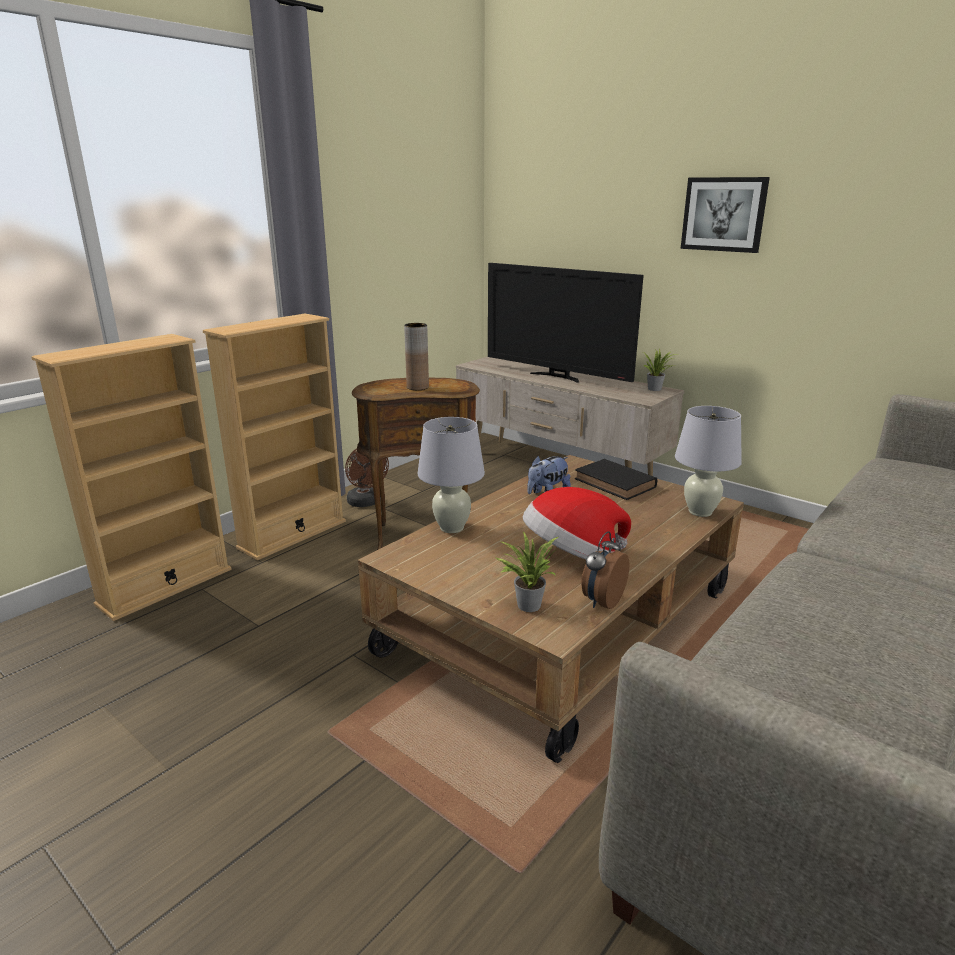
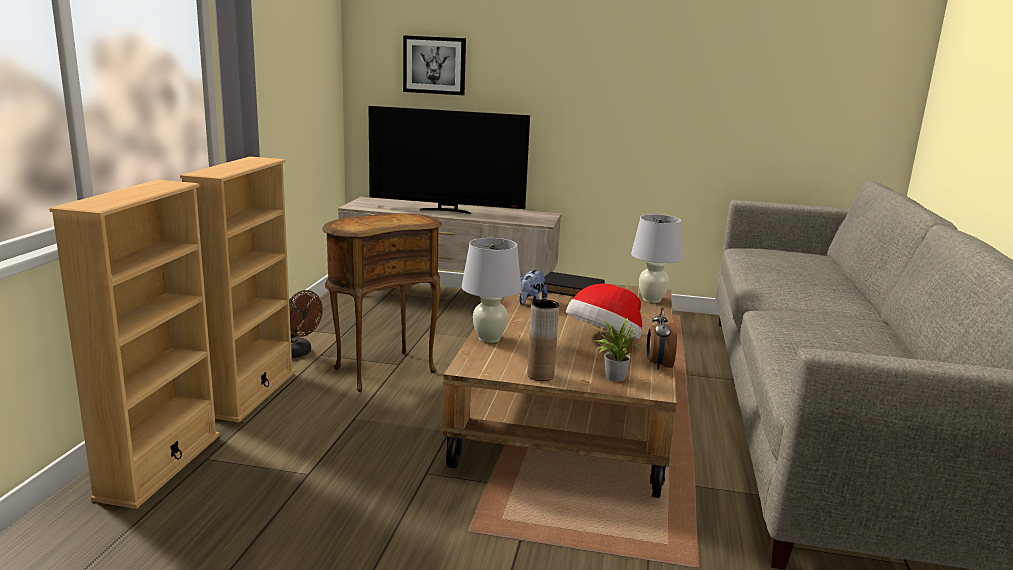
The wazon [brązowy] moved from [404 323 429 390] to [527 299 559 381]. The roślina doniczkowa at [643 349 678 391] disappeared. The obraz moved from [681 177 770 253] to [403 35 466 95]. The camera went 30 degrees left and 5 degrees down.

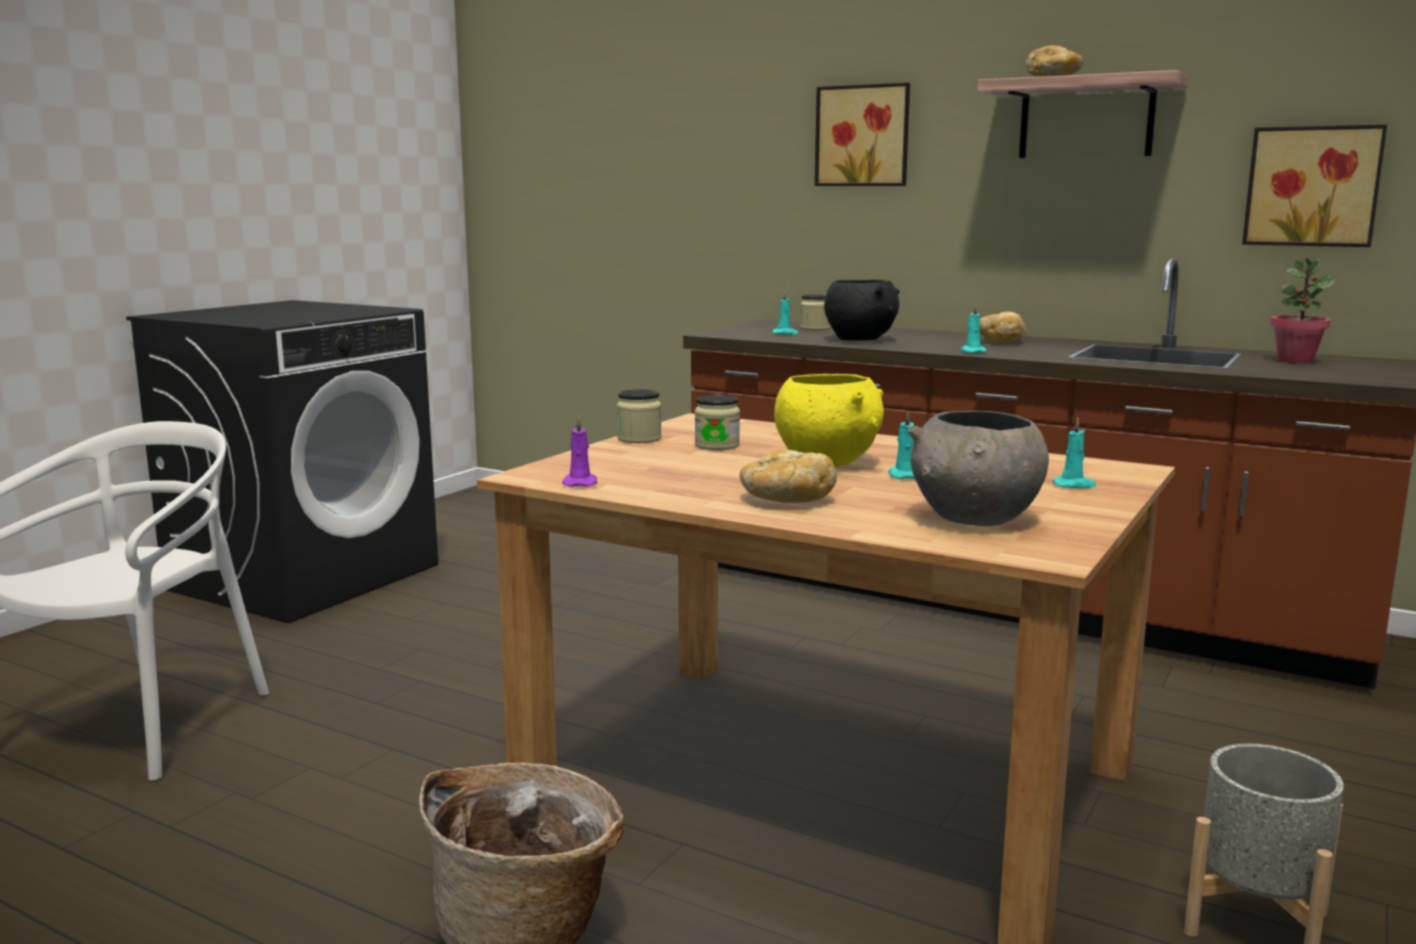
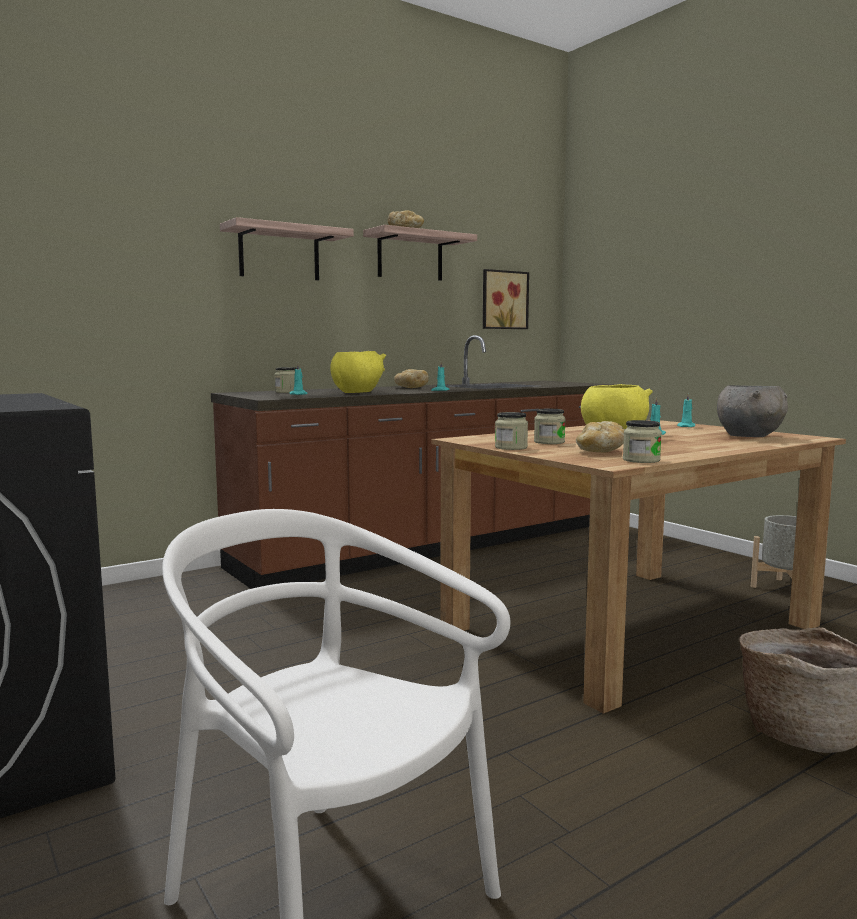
The świeca [fioletowy] at [562 415 597 487] was replaced by the słoik at [623 420 662 463]. The chleb moved from [740 450 837 503] to [576 421 625 452]. The obraz at [815 83 910 186] was replaced by the półka at [220 217 354 280]. The miska [czarny] at [824 280 900 341] became the miska [żółty] at [330 351 386 393]. The roślina doniczkowa at [1270 258 1335 363] disappeared. The camera went 65 degrees left and 5 degrees down.

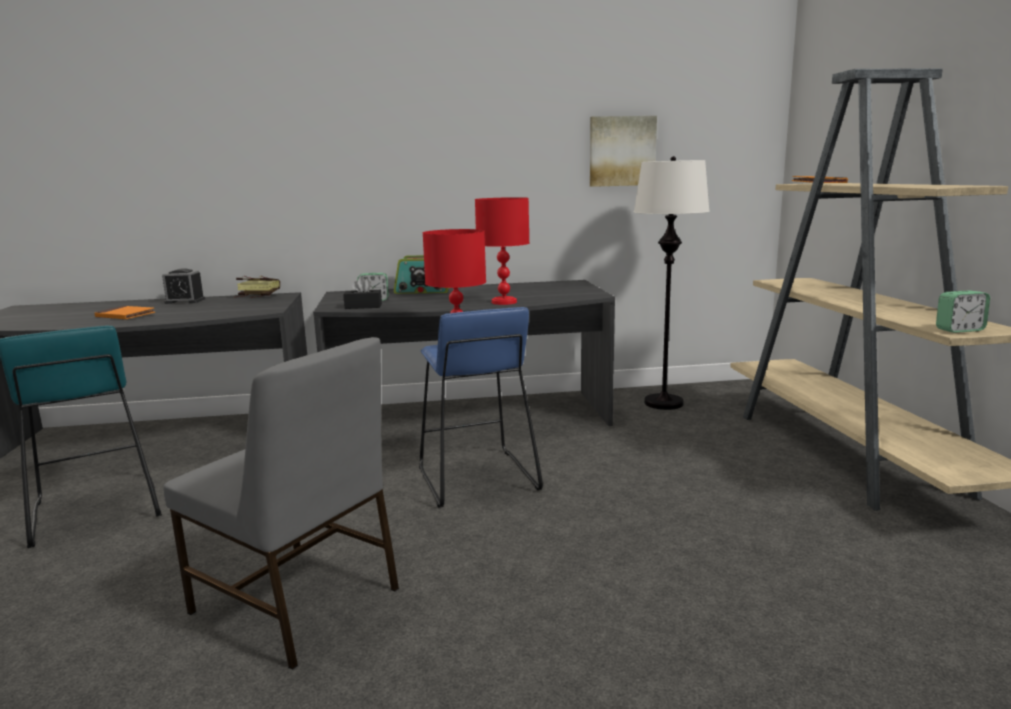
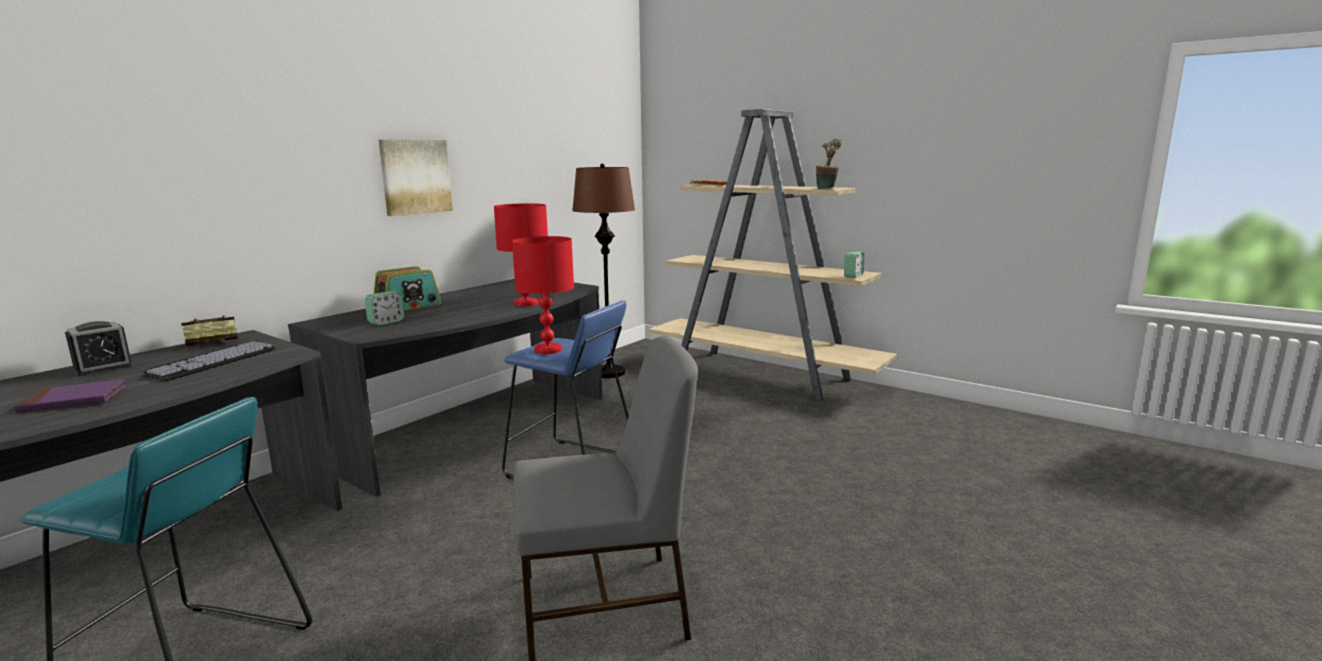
The książka [pomarańczowy] at [94 306 155 320] became the książka [fioletowy] at [14 379 126 413]. The pudełko chusteczek [czarny] at [343 277 382 309] disappeared. The obraz moved from [590 116 657 187] to [379 140 453 216]. The lampa stojąca [biały] at [634 156 710 410] became the lampa stojąca [brązowy] at [572 164 635 378]. The klawiatura at [142 342 276 381] appeared. The roślina doniczkowa at [816 139 842 189] appeared. The camera went 45 degrees left and 0 degrees up.

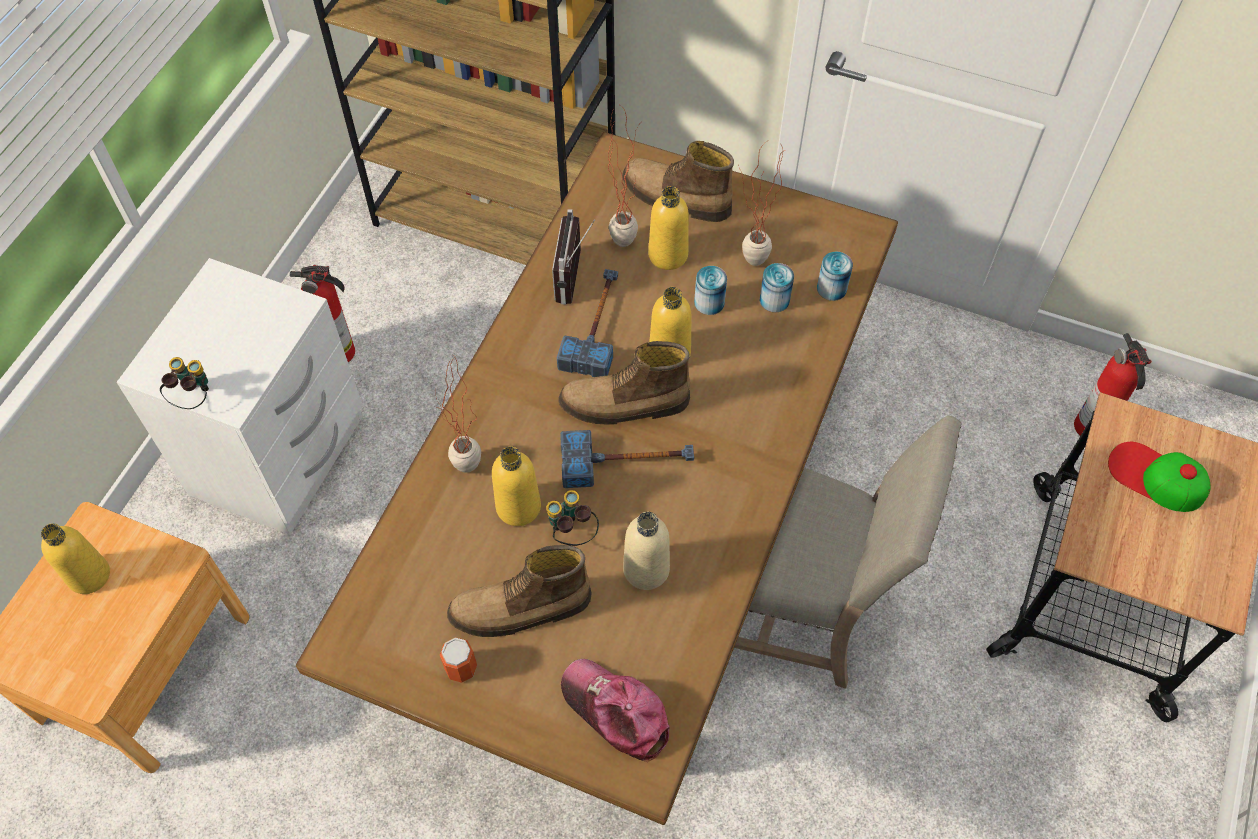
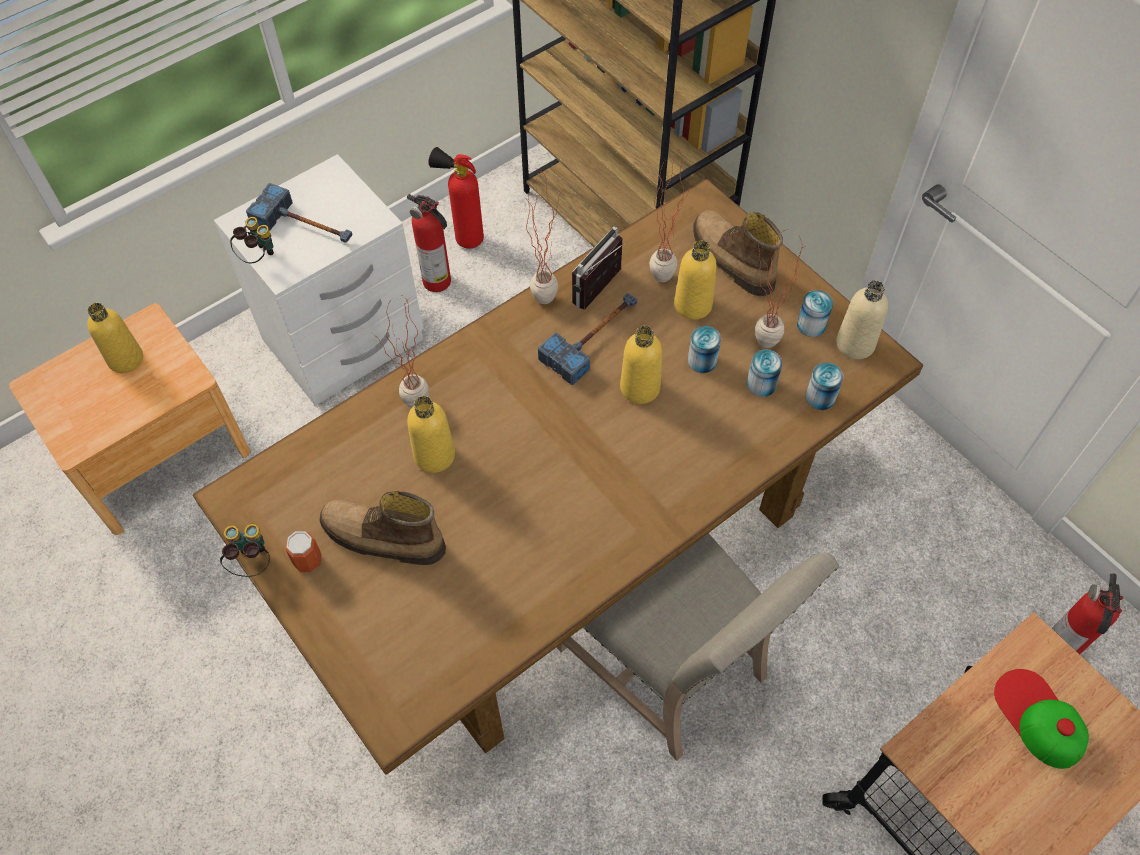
The lornetka moved from [546 490 599 546] to [220 524 270 577]. The but z cholewką at [558 341 690 424] disappeared. The młotek moved from [560 430 694 488] to [246 183 352 243]. The czapka z daszkiem at [561 659 670 762] disappeared. The butelka [beżowy] moved from [623 512 670 590] to [836 280 888 359]. The gaśnica at [428 147 484 249] appeared. The roślina doniczkowa at [526 170 560 304] appeared. The puszka at [797 290 833 337] appeared. The camera went 30 degrees right and 0 degrees up.

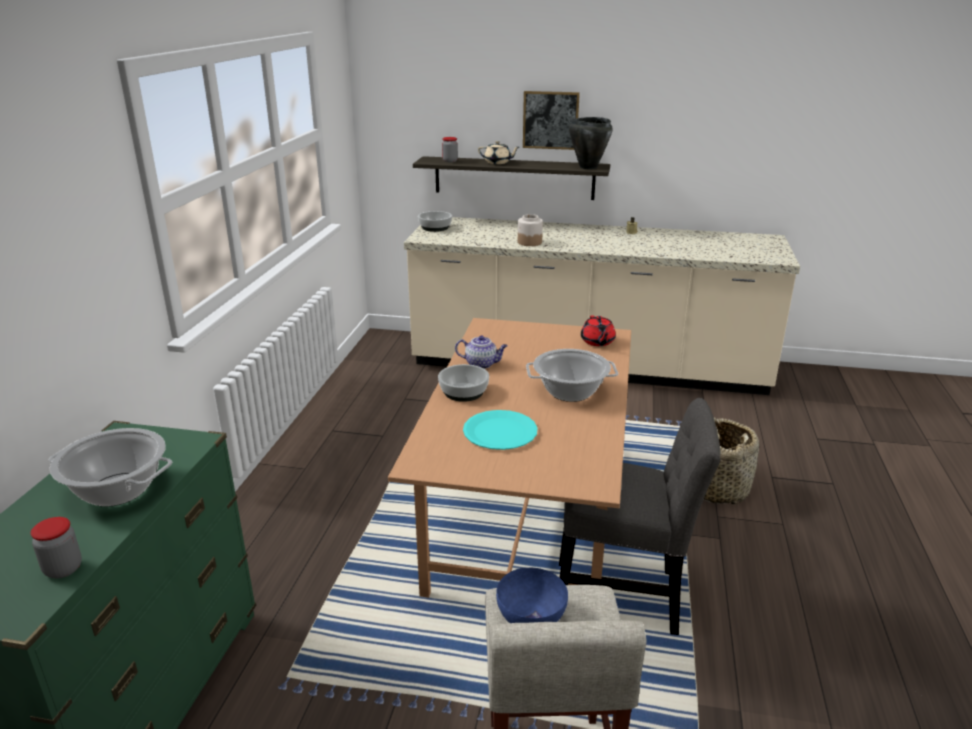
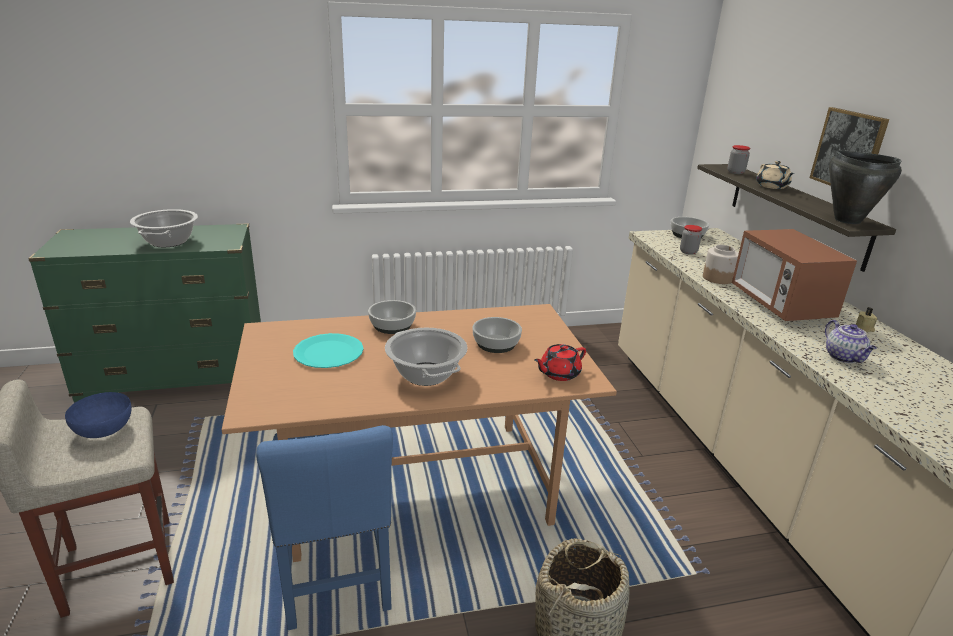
The słoik moved from [31 517 82 578] to [680 225 702 255]. The imbryk moved from [455 335 508 369] to [825 320 877 363]. The krzesło [szary] at [559 398 720 635] became the krzesło [niebieski] at [256 425 393 630]. The miska at [472 317 522 353] appeared. The mikrofalówka at [732 229 857 321] appeared. The camera went 65 degrees right and 0 degrees up.

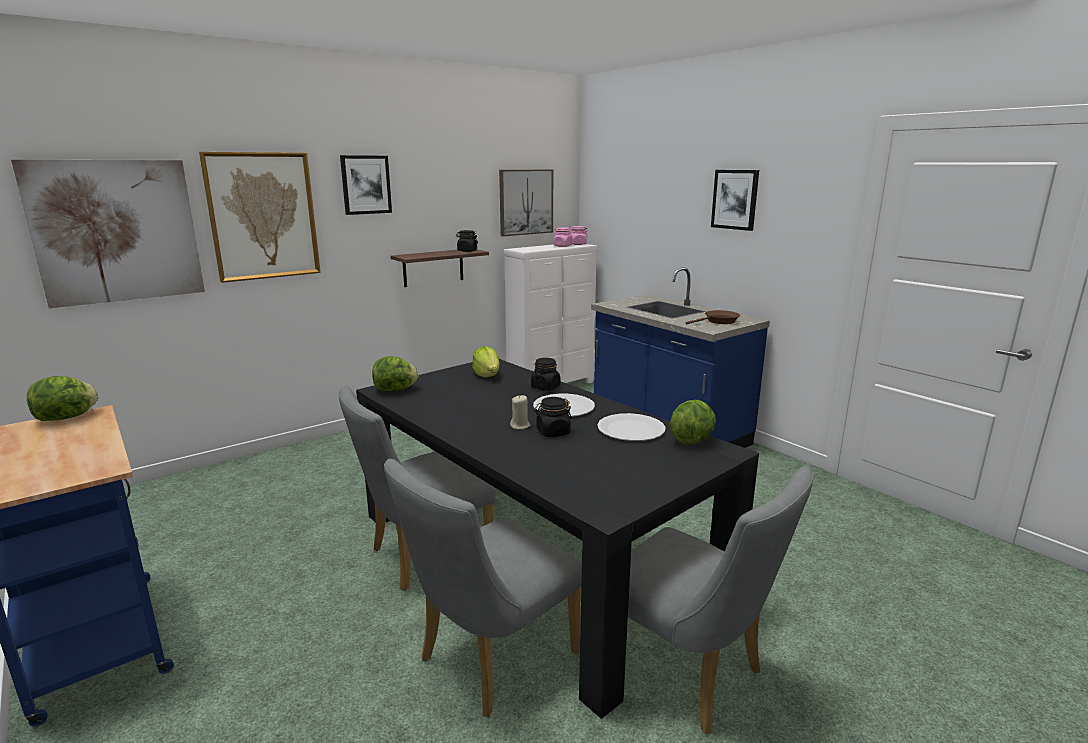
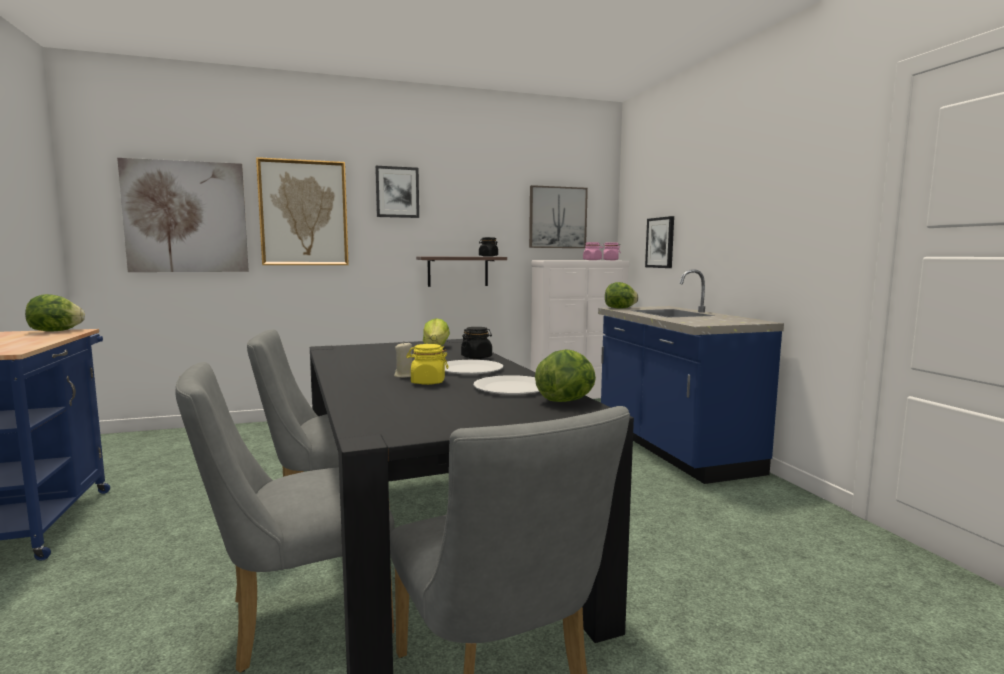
The sałata moved from [372 356 418 391] to [605 282 638 309]. The słoik [czarny] at [534 397 572 437] became the słoik [żółty] at [406 344 449 385]. The patelnia [brązowy] at [685 310 740 324] disappeared. The obraz moved from [711 170 759 231] to [645 216 674 268]. The camera went 20 degrees right and 10 degrees down.

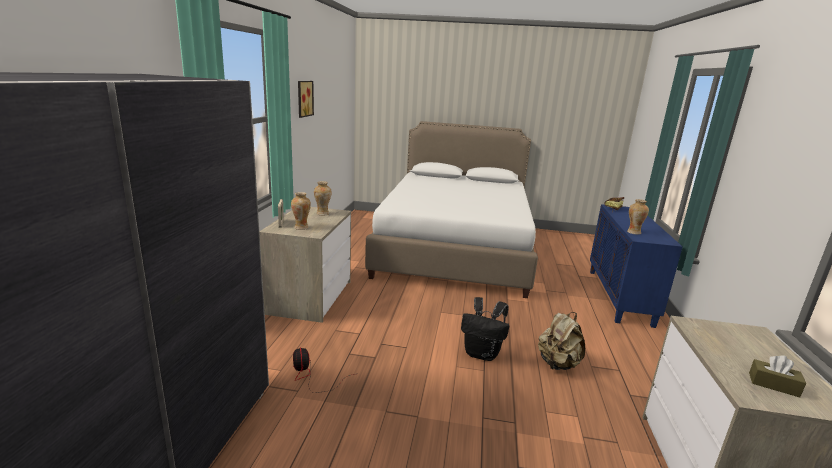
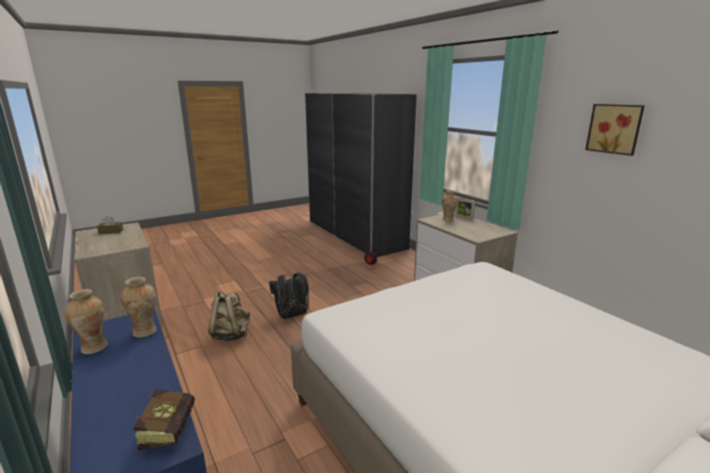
The wazon moved from [314 181 332 216] to [64 289 108 354]. The camera went 140 degrees right and 0 degrees up.

